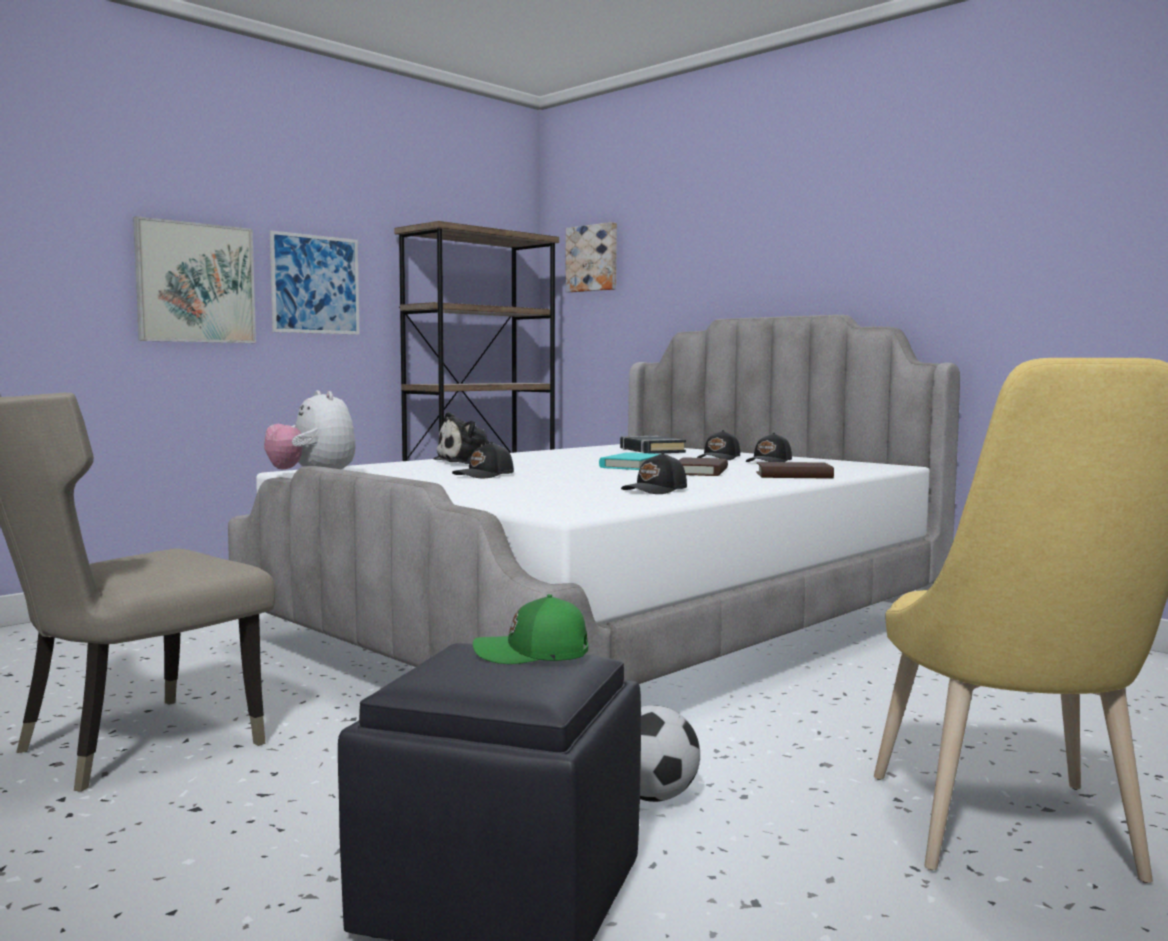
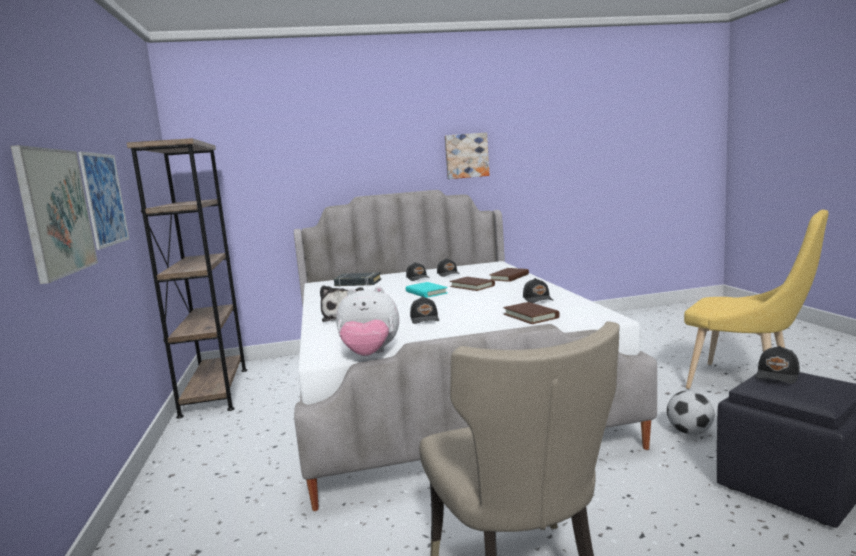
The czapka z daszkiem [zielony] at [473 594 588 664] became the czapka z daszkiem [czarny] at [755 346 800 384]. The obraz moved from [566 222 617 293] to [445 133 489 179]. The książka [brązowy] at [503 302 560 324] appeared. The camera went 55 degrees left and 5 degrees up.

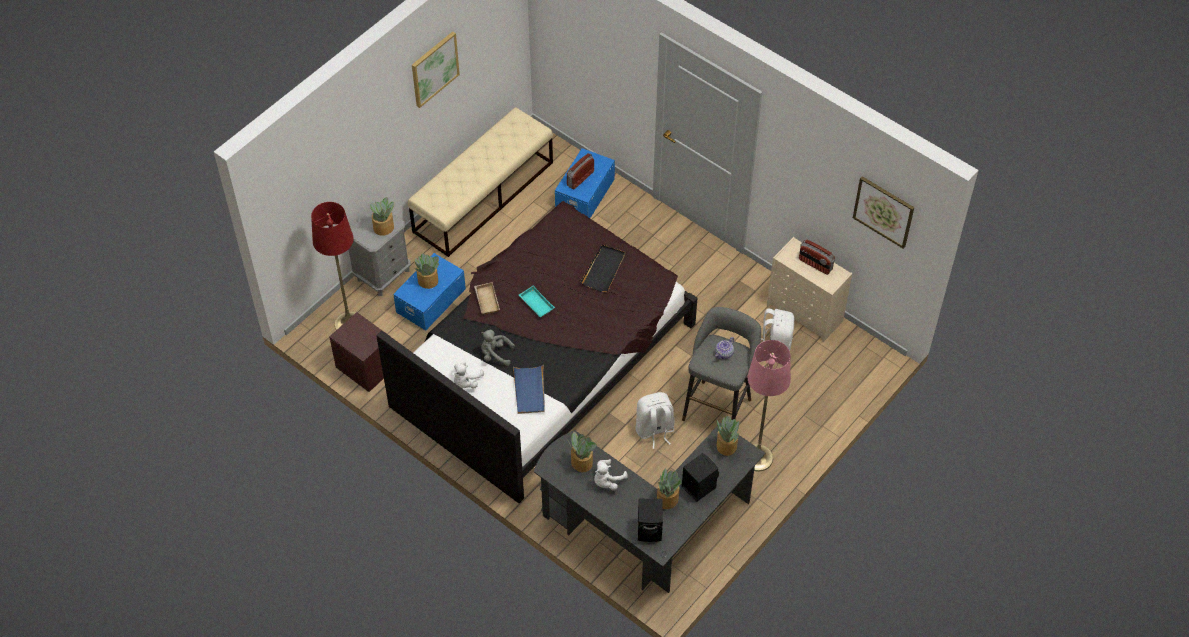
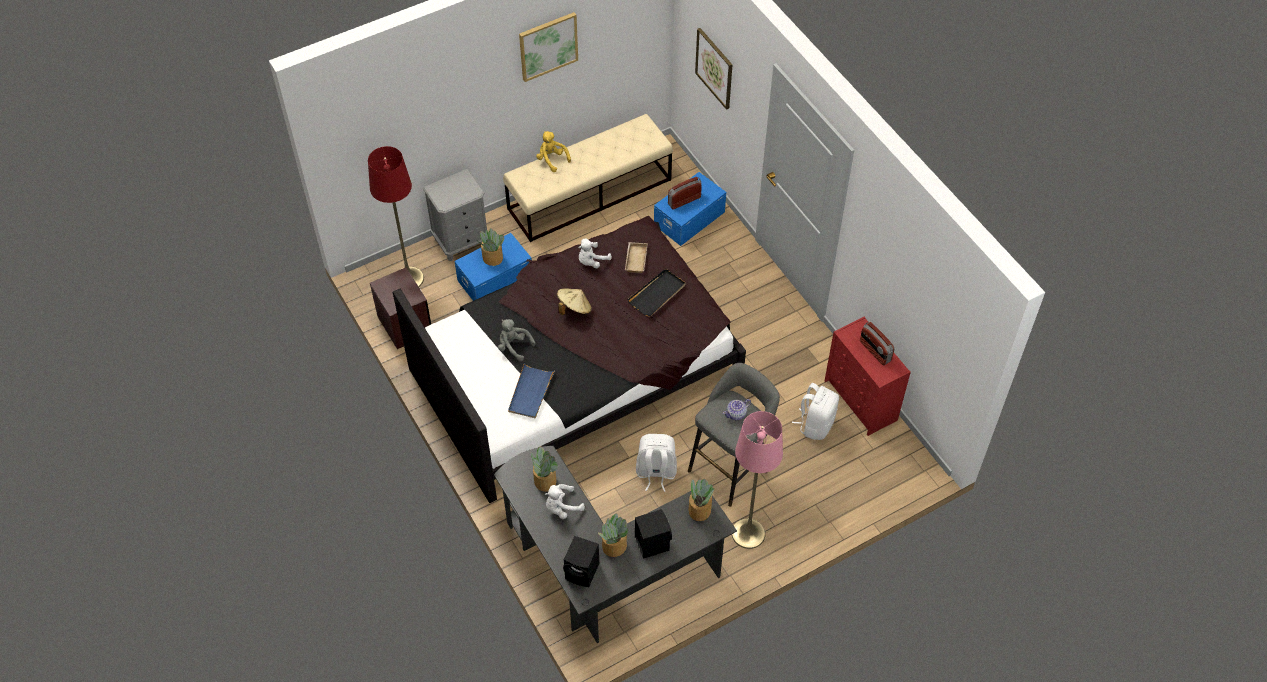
The roślina doniczkowa at [370 197 394 236] disappeared. The pluszak [biały] moved from [454 362 484 389] to [578 238 612 268]. The taca [beżowy] moved from [474 282 500 314] to [625 242 648 273]. The taca [turkusowy] at [519 286 555 318] was replaced by the kapelusz [beżowy] at [557 289 592 315]. The komoda [beżowy] at [767 237 852 342] became the komoda [czerwony] at [825 316 911 436]. The obraz moved from [853 176 915 249] to [695 28 732 110]. The pluszak [żółty] at [536 131 571 172] appeared. The camera went 20 degrees right and 0 degrees up.

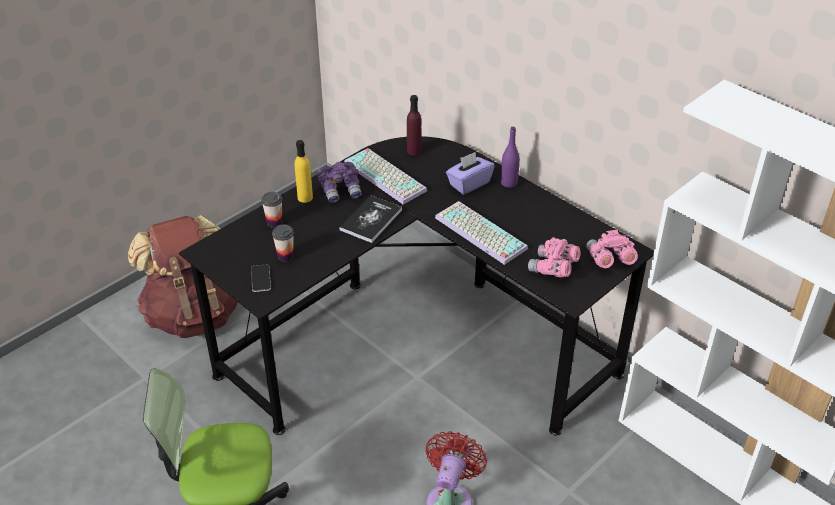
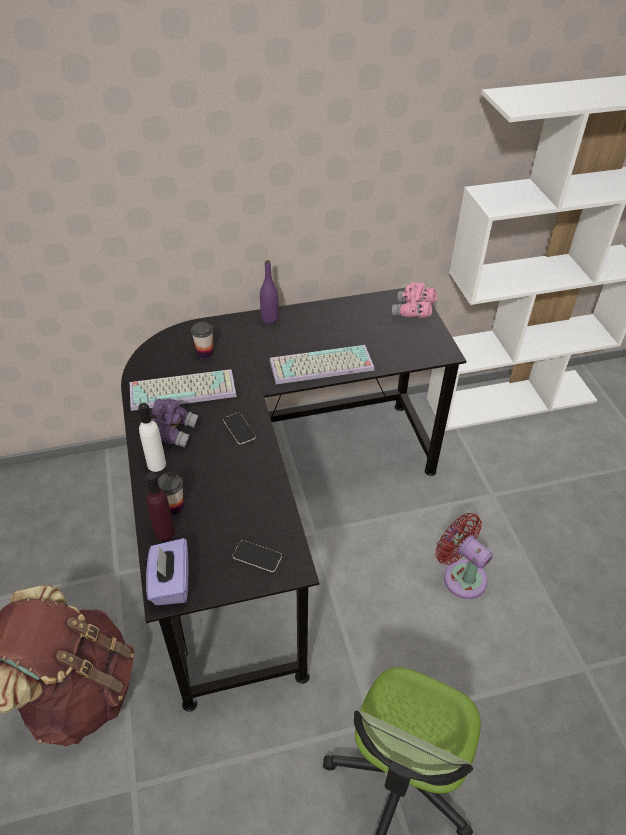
The filiżanka moved from [272 224 294 262] to [191 322 213 359]. The butelka [żółty] at [295 140 313 203] became the butelka [biały] at [138 403 166 472]. The książka at [339 196 402 243] was replaced by the telefon at [223 413 256 445]. The butelka [fioletowy] moved from [407 95 421 156] to [146 472 175 541]. The pudełko chusteczek [fioletowy] moved from [446 152 495 194] to [146 538 188 605]. The lornetka [różowy] at [528 237 581 277] disappeared. The camera went 60 degrees left and 5 degrees up.

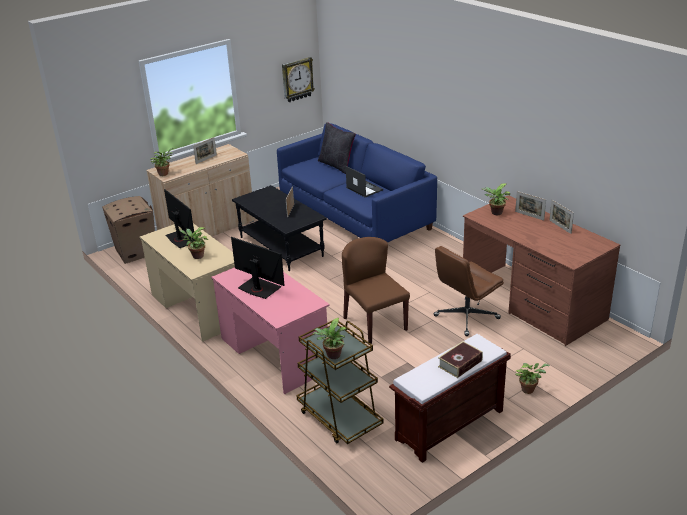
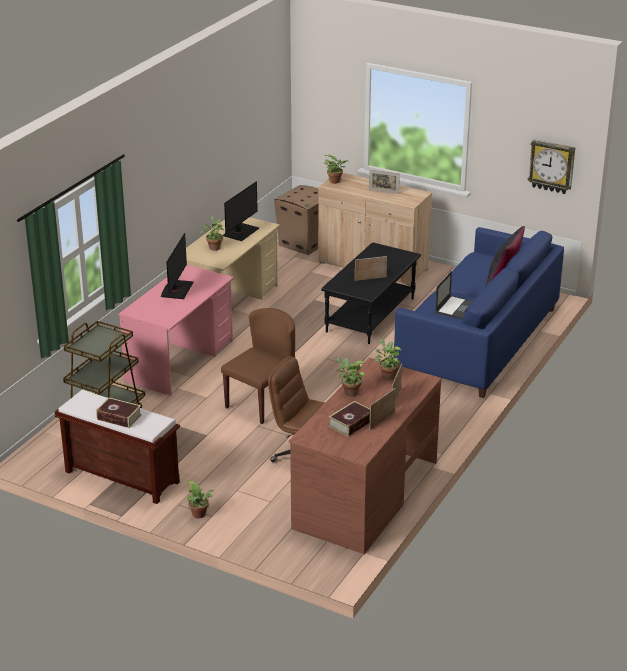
The roślina doniczkowa moved from [312 318 346 359] to [336 357 366 397]. The książka at [329 401 370 437] appeared. The camera went 65 degrees right and 0 degrees up.

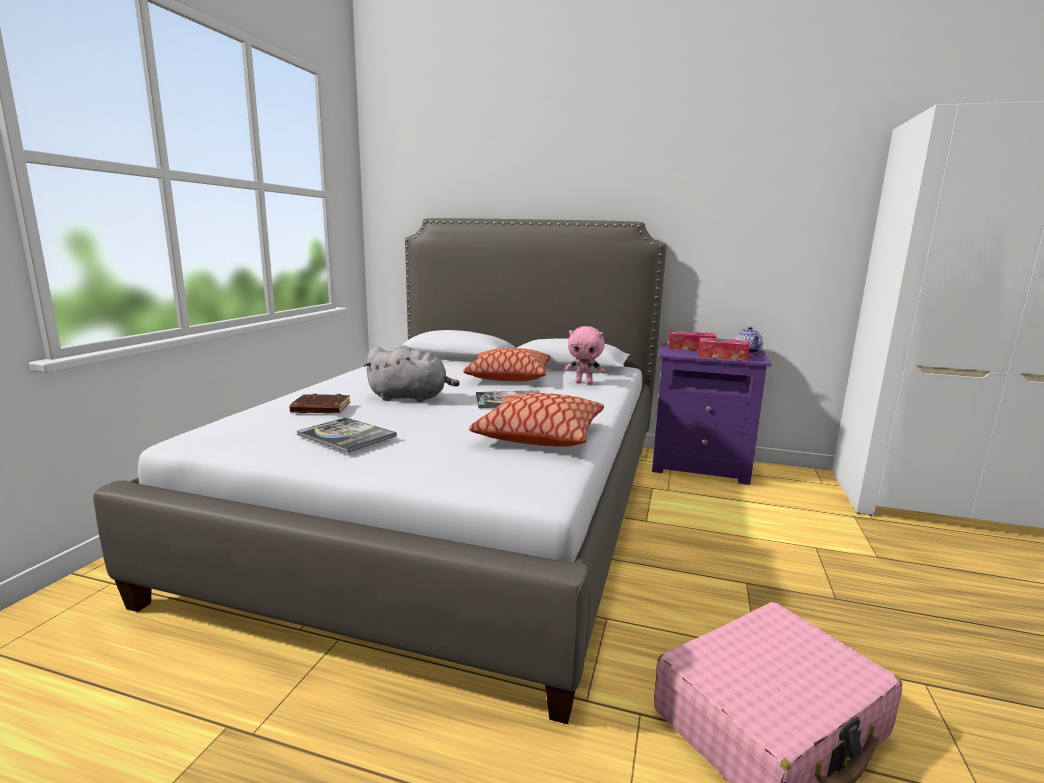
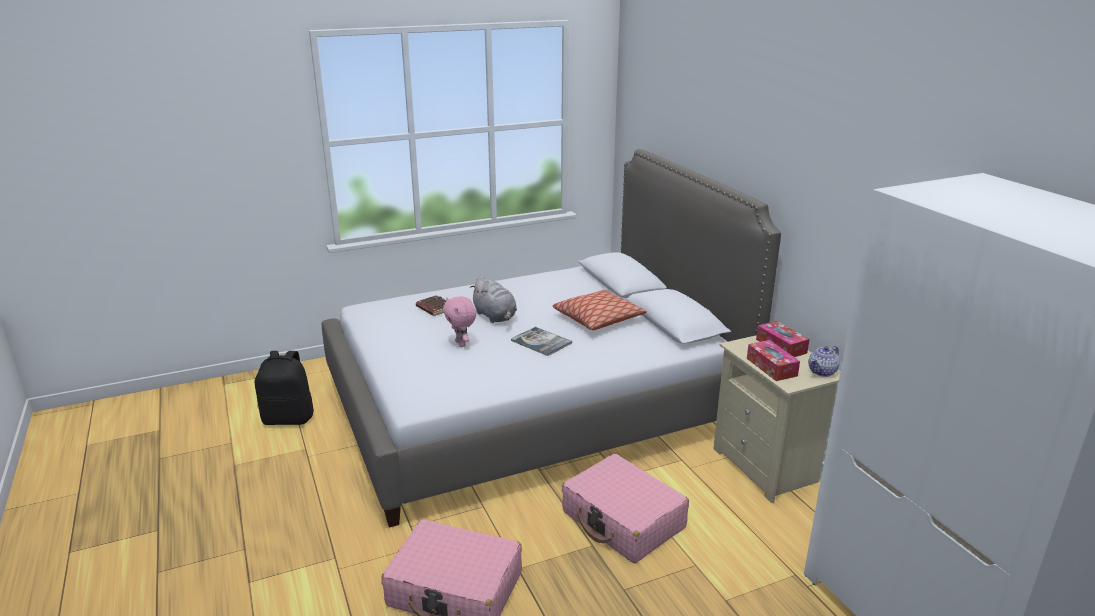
The książka at [297 417 397 453] disappeared. The poduszka at [469 393 604 447] disappeared. The pluszak [różowy] moved from [565 326 605 384] to [443 296 476 347]. The szafka nocna [fioletowy] at [652 344 772 485] became the szafka nocna [beżowy] at [713 335 840 503]. The plecak [czarny] at [255 351 314 425] appeared. The walizka [różowy] at [562 454 689 563] appeared. The camera went 50 degrees right and 10 degrees up.

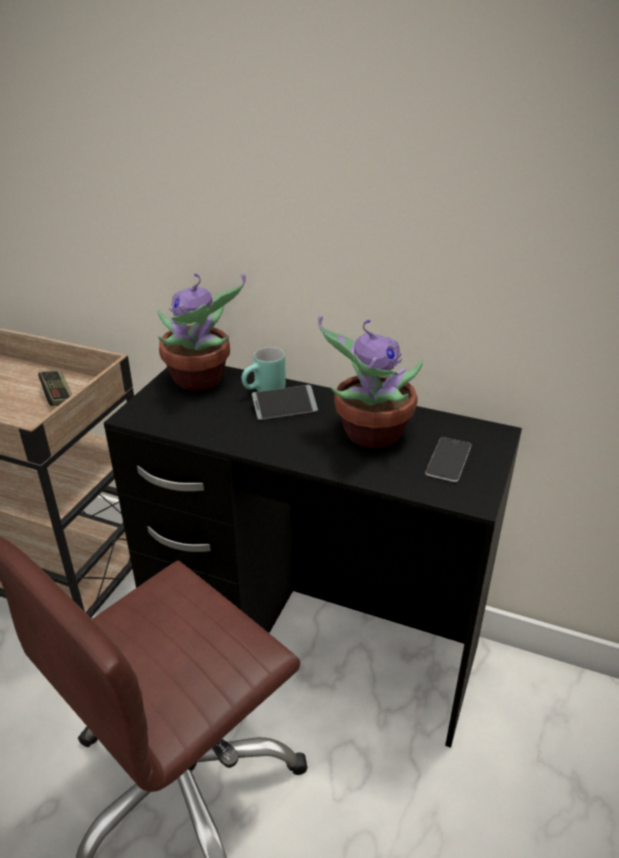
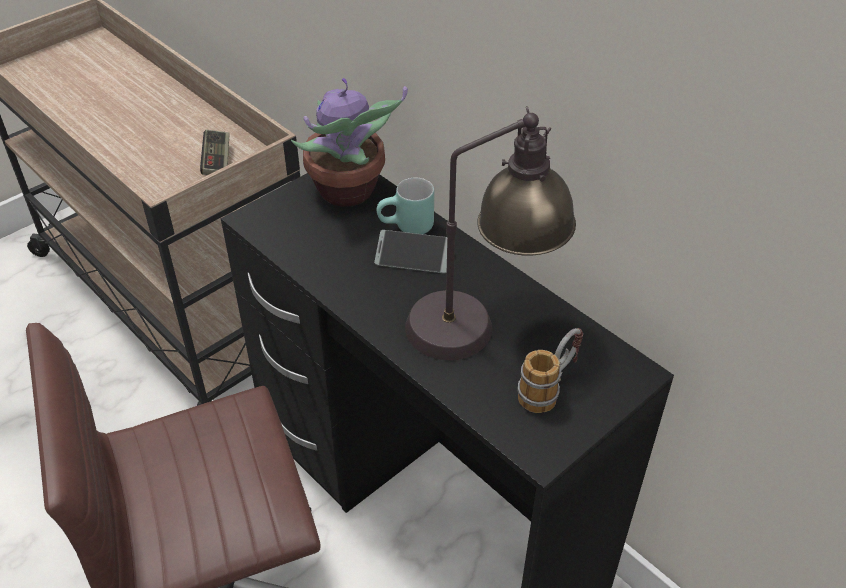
The roślina doniczkowa at [318 315 423 448] was replaced by the lampa stołowa at [405 106 576 360]. The telefon at [425 437 471 482] was replaced by the kubek at [518 328 583 413]. The camera went 25 degrees right and 10 degrees up.

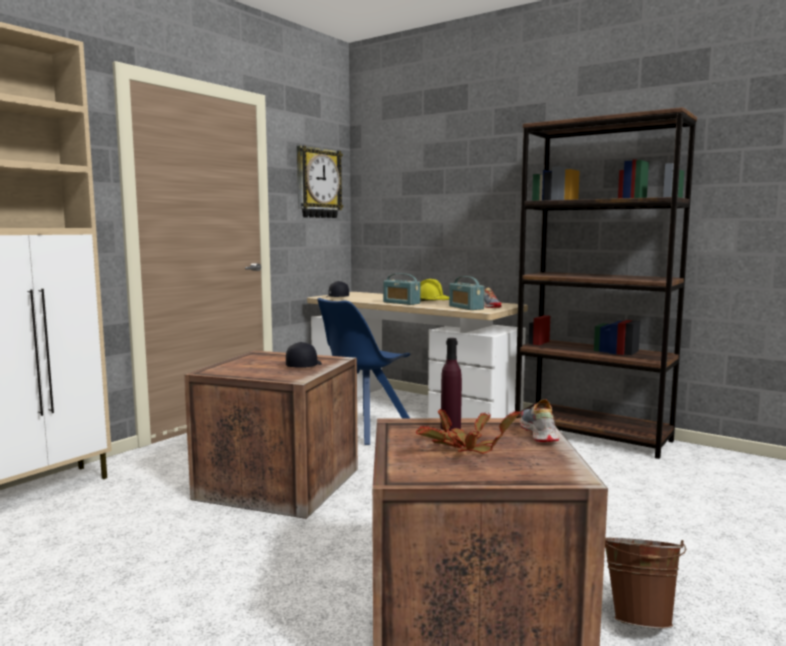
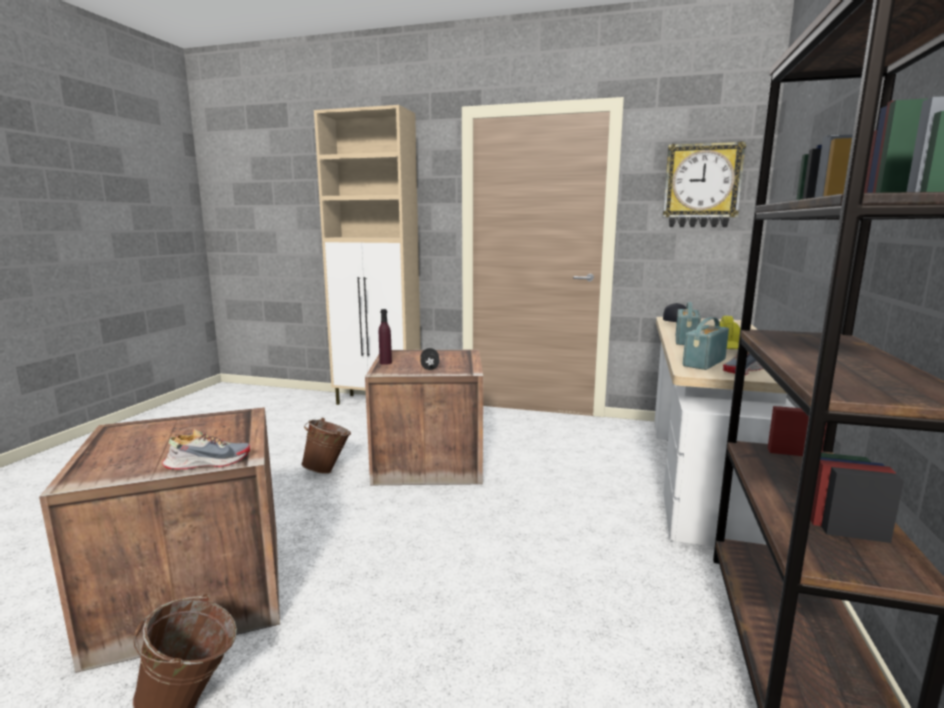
The czapka z daszkiem [czarny] at [286 342 322 368] was replaced by the hantel [czarny] at [420 348 439 370]. The krzesło [niebieski] at [317 298 410 445] disappeared. The roślina doniczkowa at [416 409 520 454] disappeared. The butelka [fioletowy] moved from [441 338 462 431] to [379 309 392 365]. The wiadro [brązowy] at [301 418 351 474] appeared. The camera went 70 degrees right and 5 degrees up.

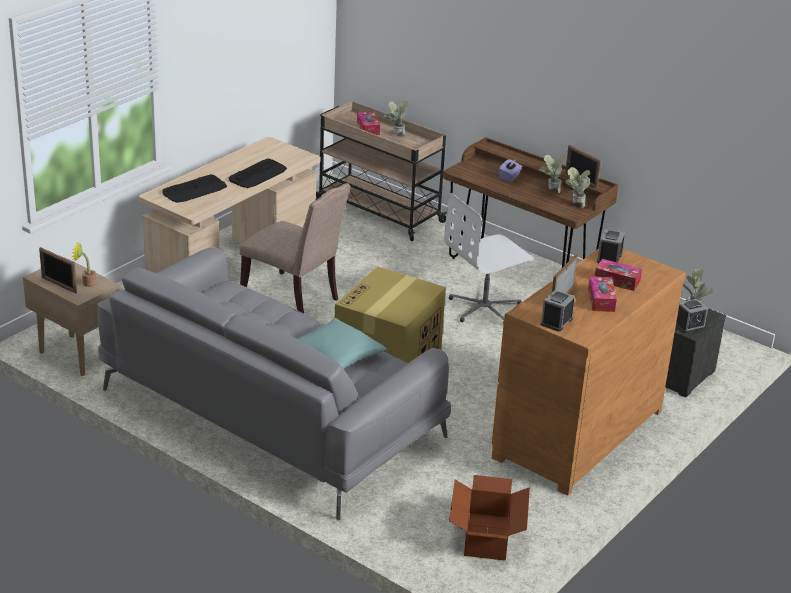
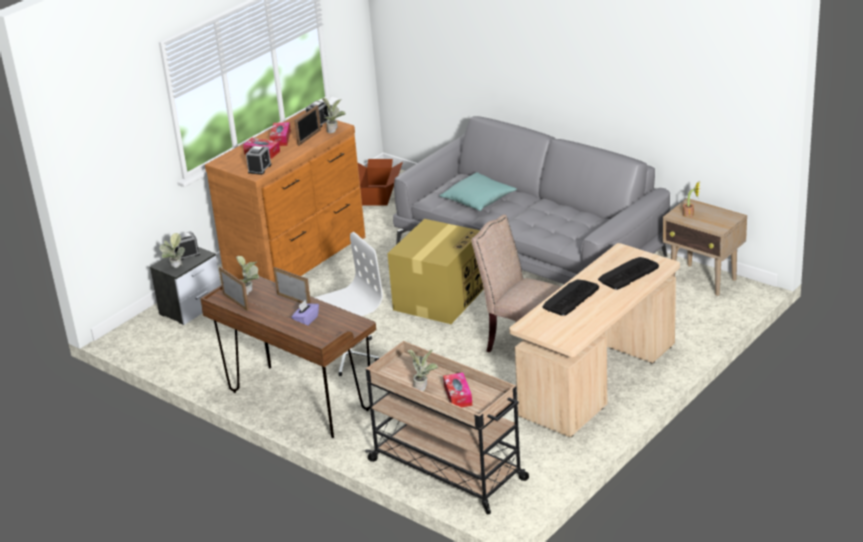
The ramka na zdjęcie moved from [39 247 77 294] to [273 267 311 304]. The roślina doniczkowa moved from [539 155 567 193] to [322 98 345 133]. The camera went 175 degrees left and 0 degrees up.

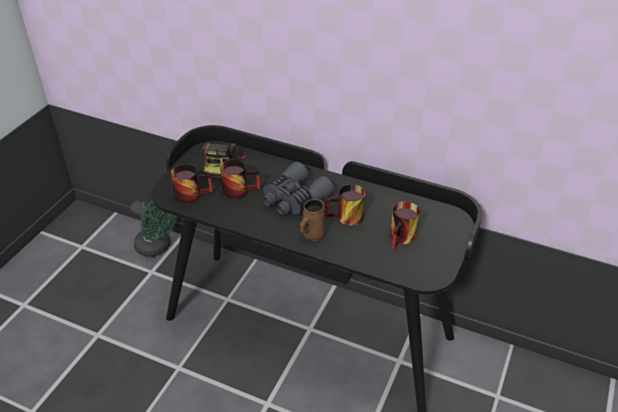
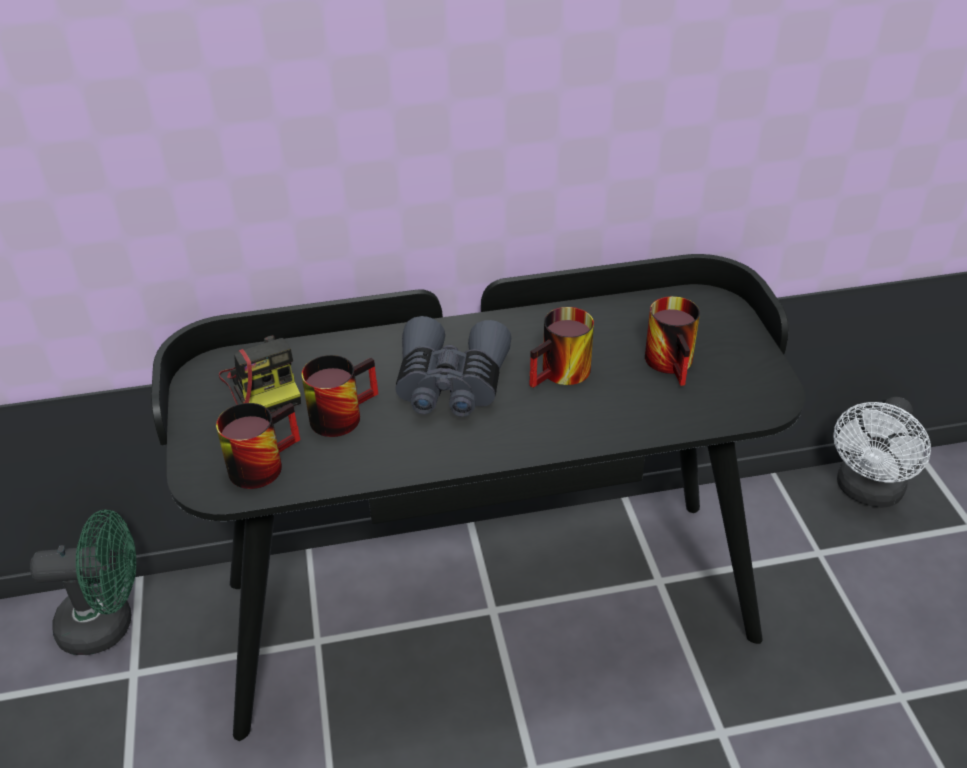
The kubek [brązowy] at [300 199 326 241] disappeared. The wentylator [biały] at [833 397 931 508] appeared. The camera went 35 degrees left and 0 degrees up.

